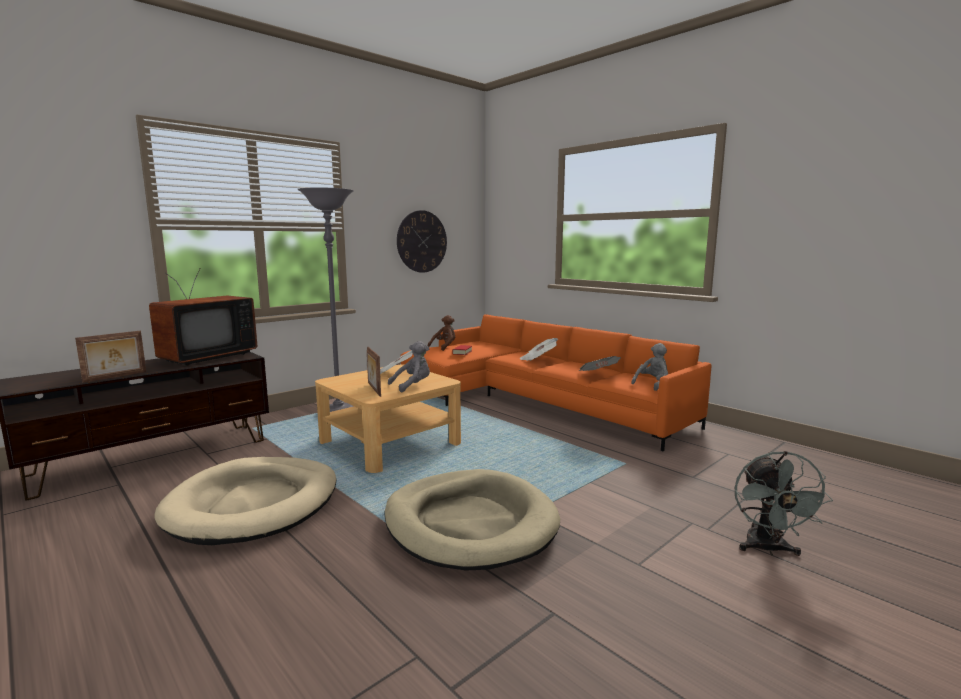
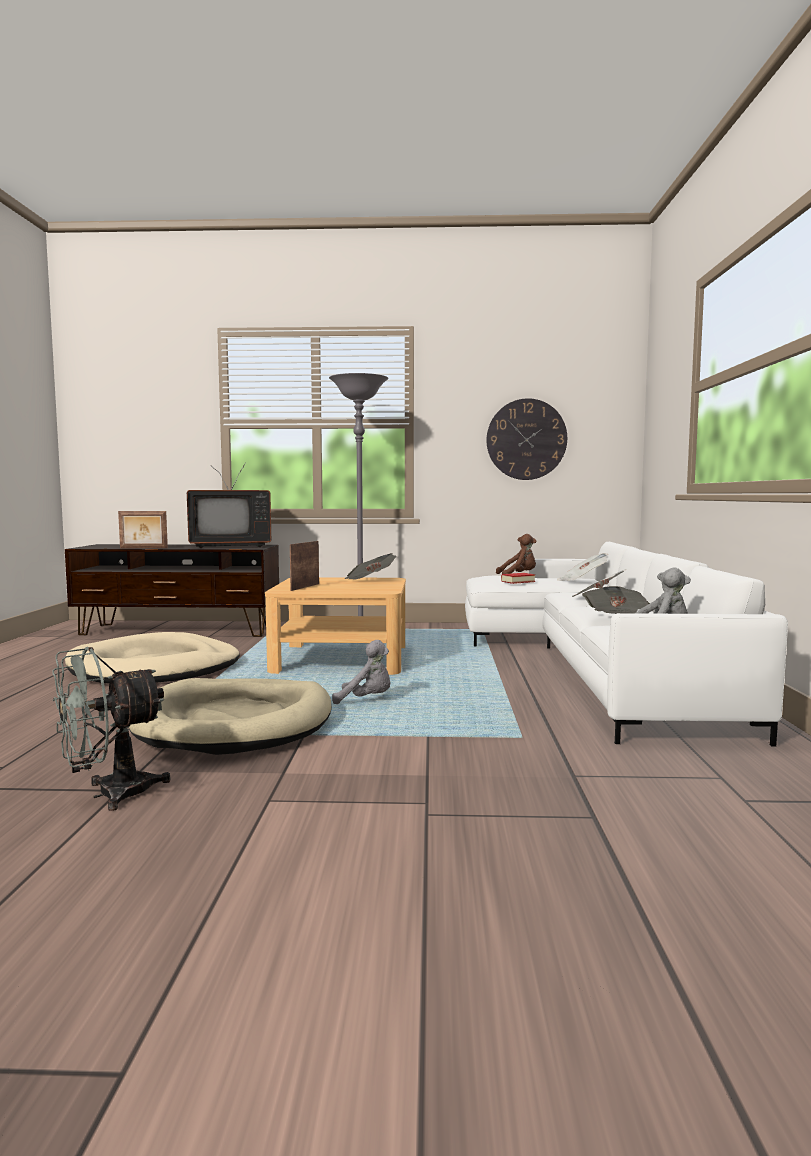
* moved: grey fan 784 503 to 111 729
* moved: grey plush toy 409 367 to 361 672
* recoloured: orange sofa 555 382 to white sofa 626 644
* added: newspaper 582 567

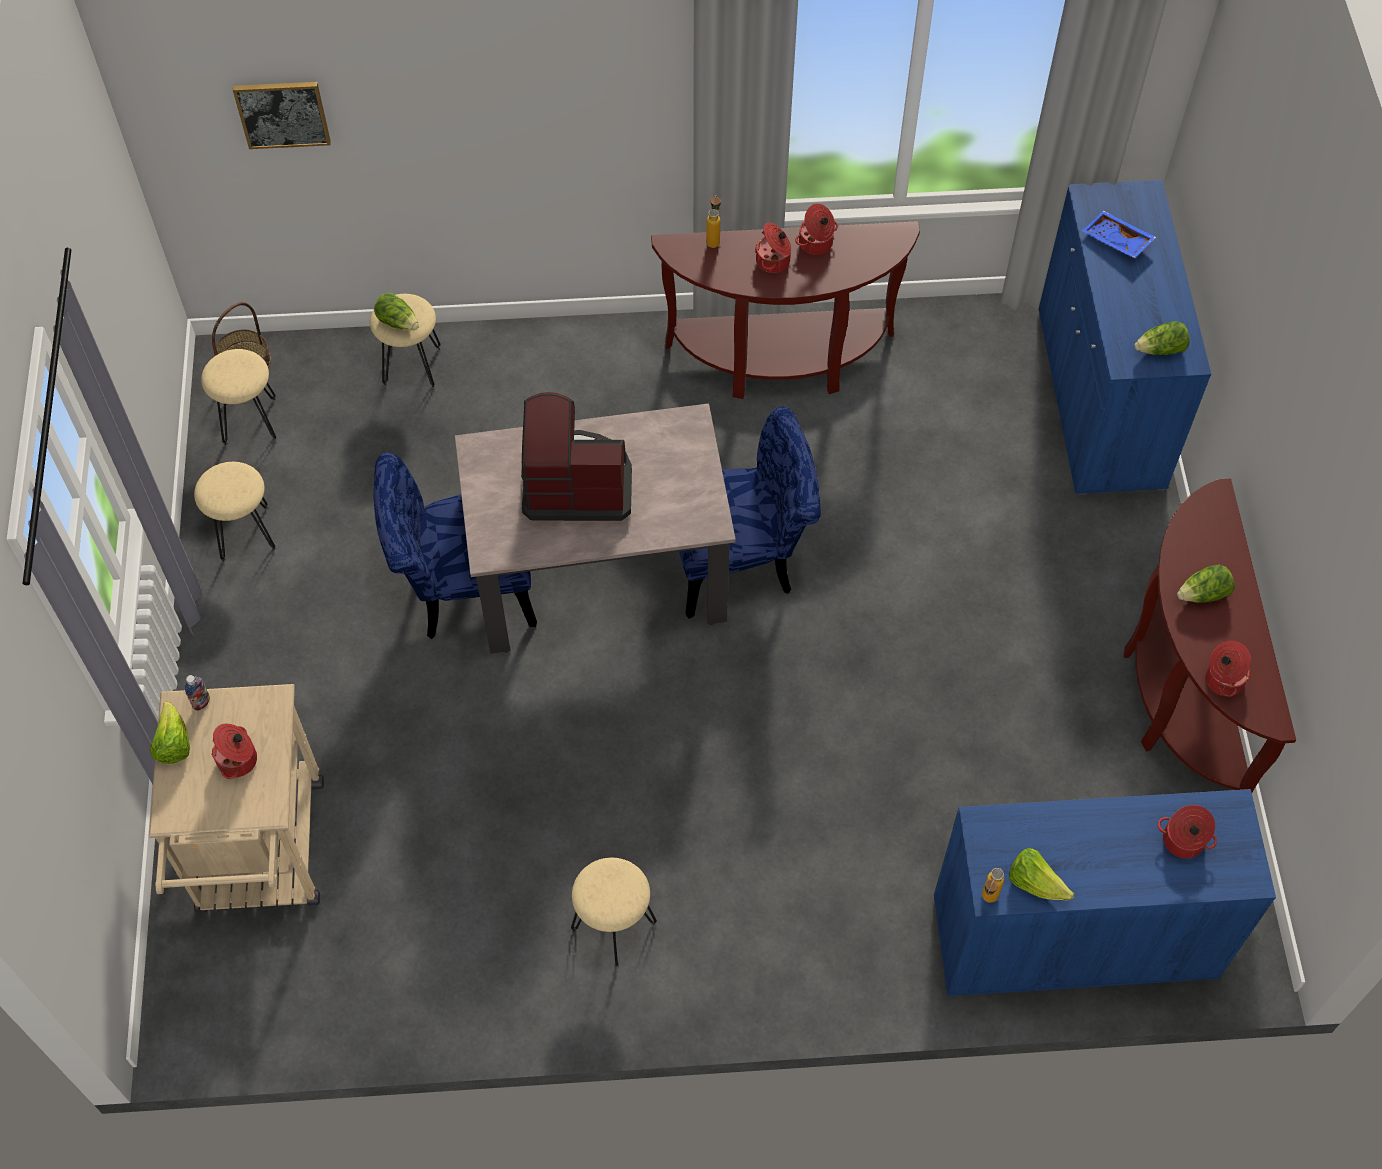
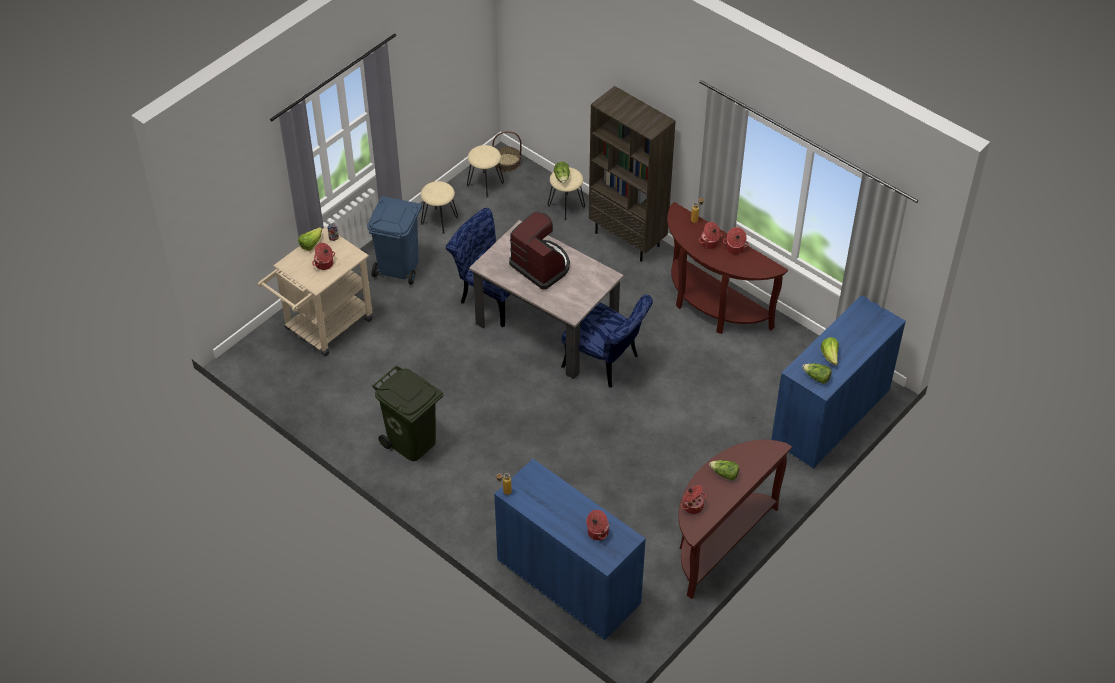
* added: blue trash can 394 240
* replaced: beige stool 614 912 to green trash can 407 413
* added: brown bookcase 632 174
* moved: lettuce 1041 874 to 830 351
* removed: picture 282 115
* removed: blue tray 1119 234

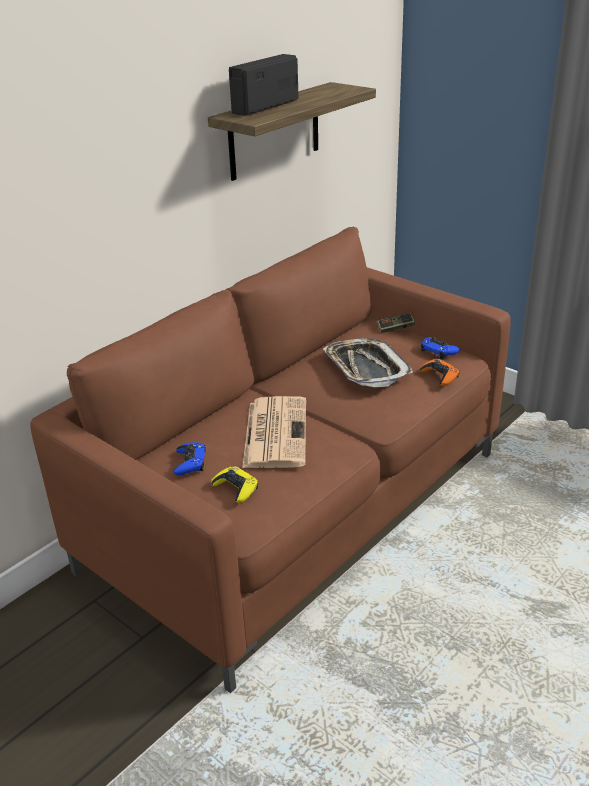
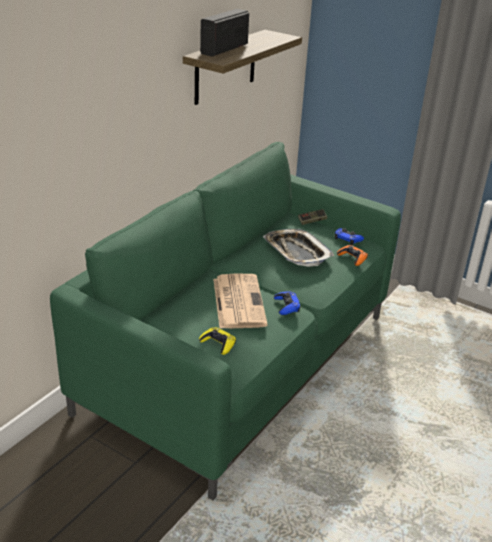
* recoloured: brown sofa 270 459 to green sofa 225 321
* moved: blue game controller 189 458 to 287 303

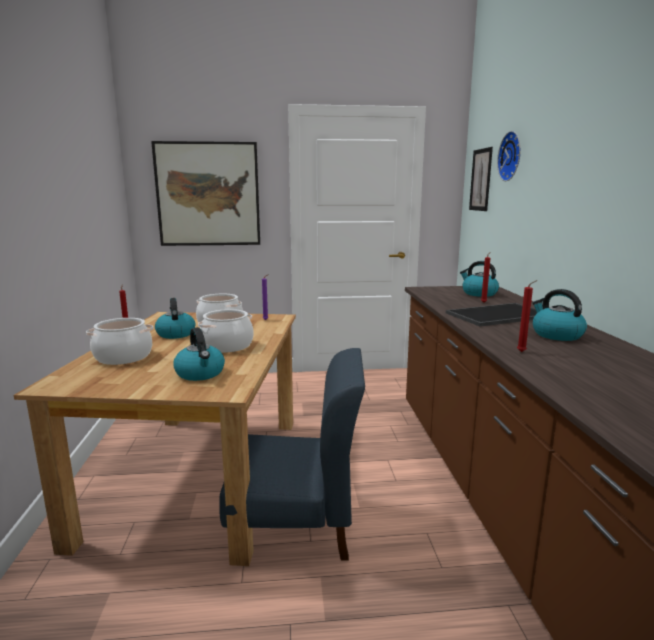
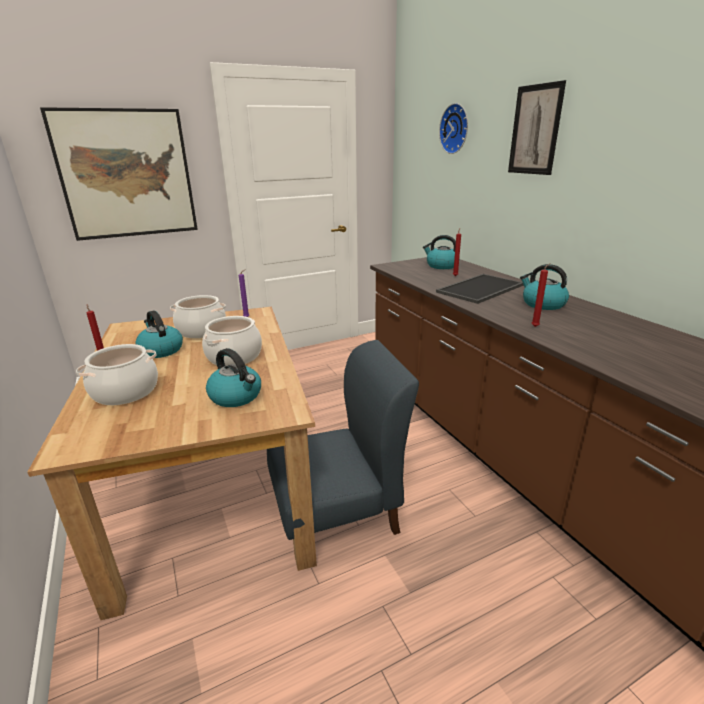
* moved: picture 481 179 to 537 127

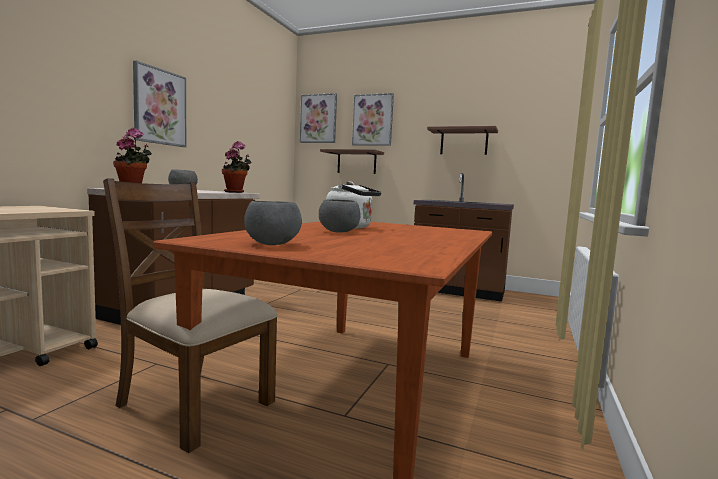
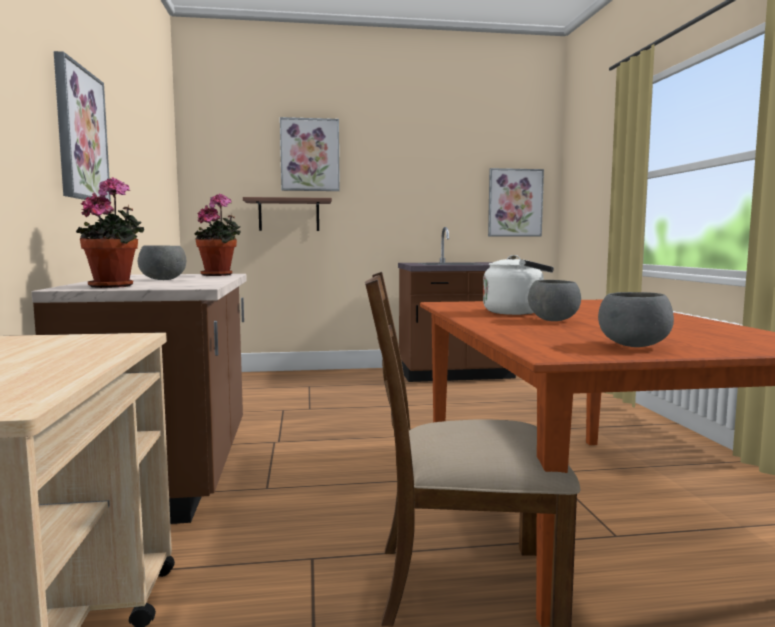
* moved: picture 318 118 to 516 202
* removed: shelf 462 140

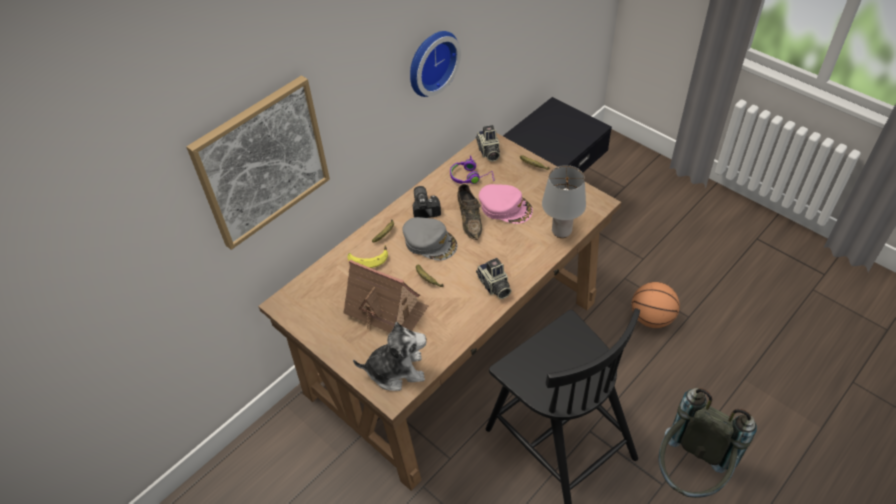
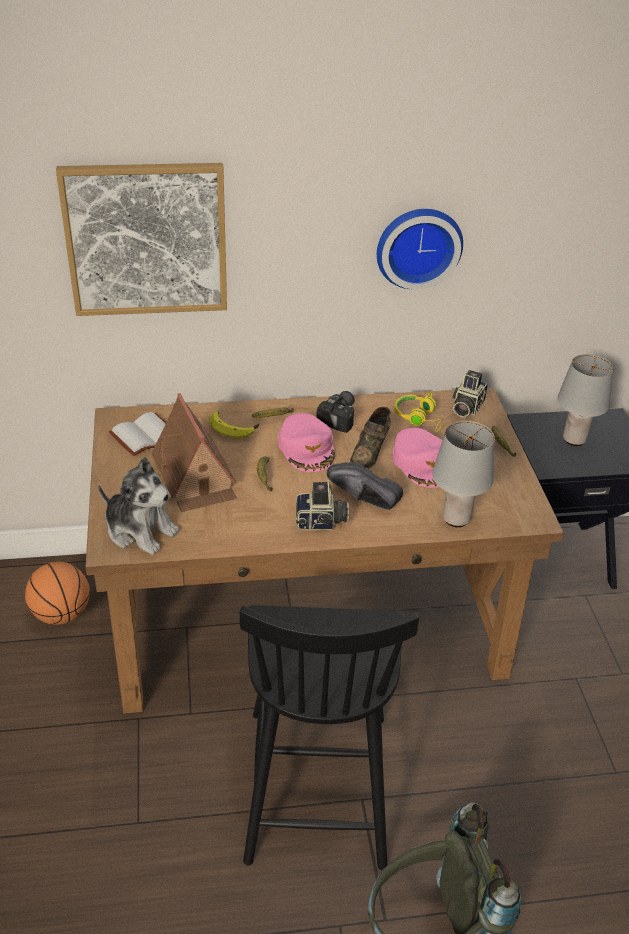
* moved: basketball 655 305 to 57 593
* added: white book 137 434
* recoloured: grey cap 429 239 to pink cap 306 442
* turned: photo camera 494 278 = 322 505 105 degrees counterclockwise
* added: black shoe 365 486
* recoloured: purple headphones 472 169 to yellow headphones 418 412
* added: grey table lamp 585 400

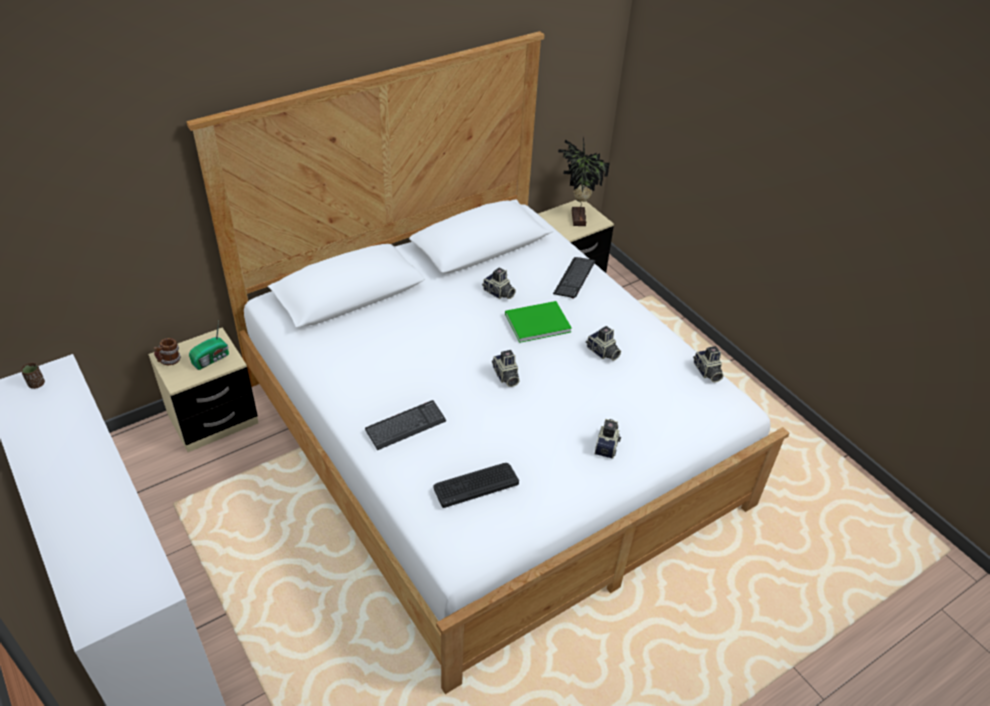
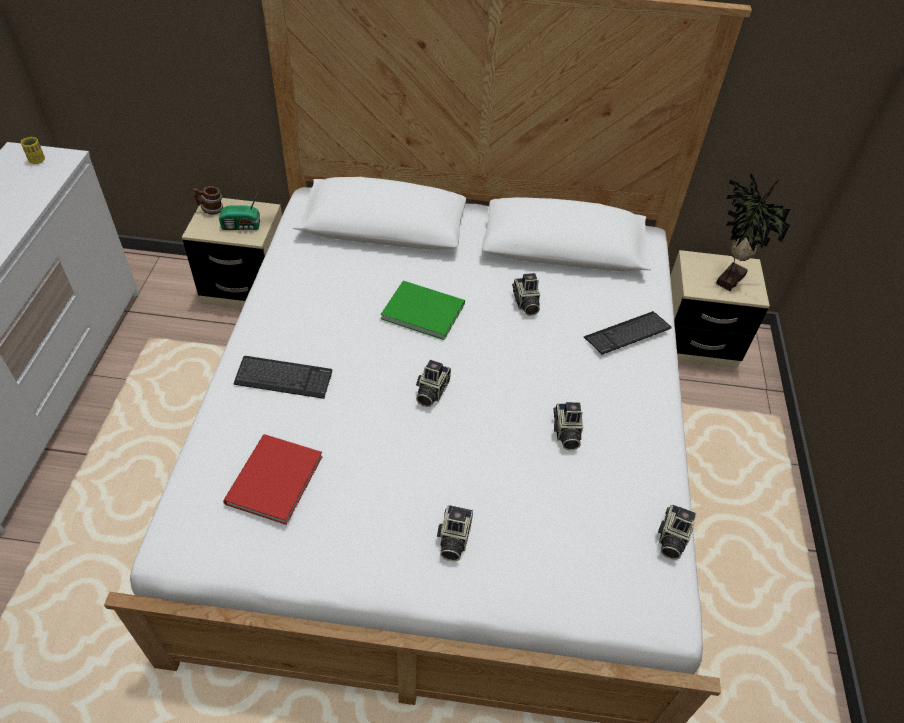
* recoloured: brown cup 33 376 to yellow cup 33 150
* replaced: keyboard 476 485 to red book 273 479
* moved: green book 538 322 to 423 310
* turned: photo camera 608 438 = 455 533 135 degrees clockwise

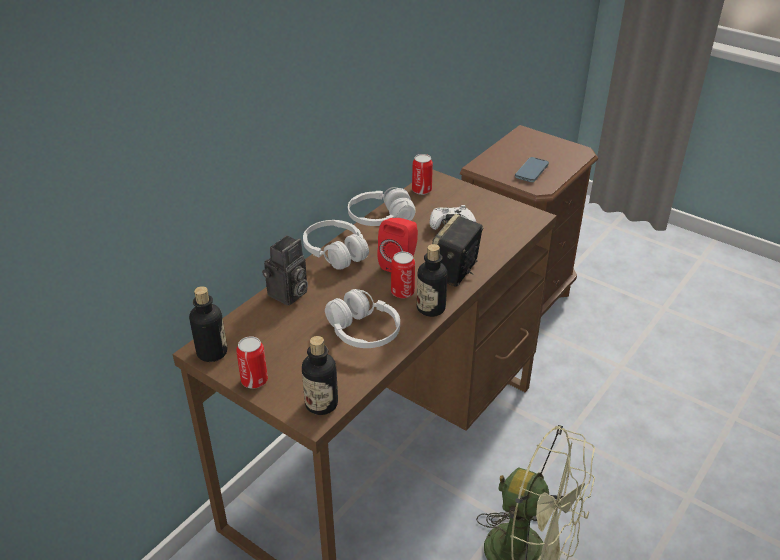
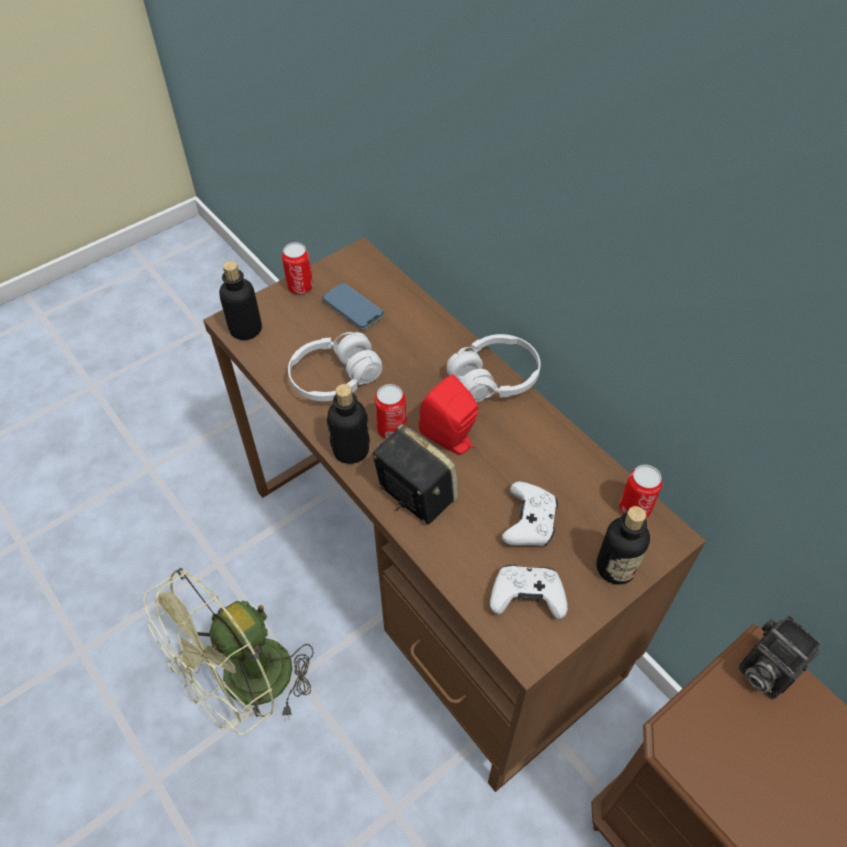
* moved: phone 532 169 to 353 306
* added: white game controller 529 592
* moved: bottle 208 324 to 623 545
* moved: photo camera 285 270 to 779 658
* removed: white headphones 382 206

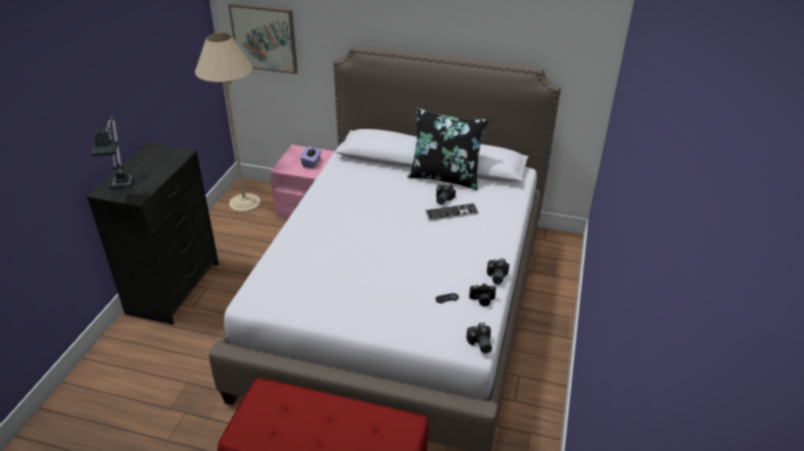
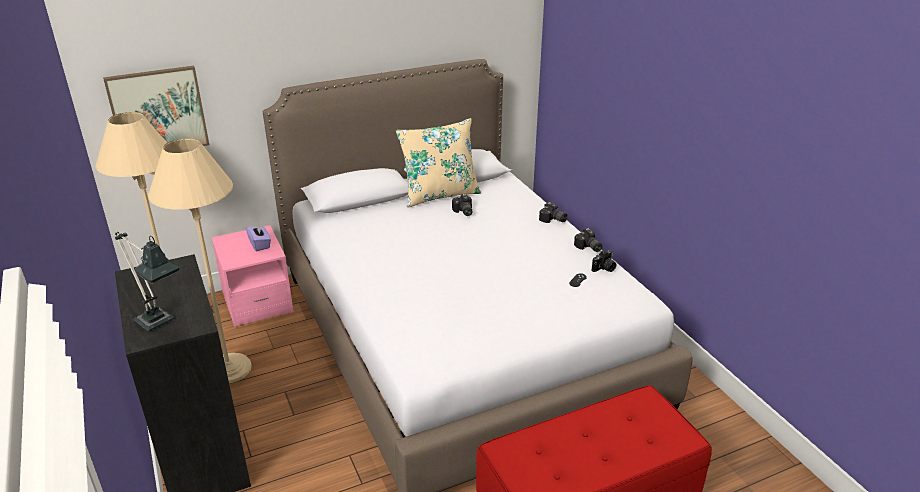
* added: beige floor lamp 200 261
* recoloured: black pillow 448 149 to beige pillow 438 162
* moved: photo camera 479 338 to 553 212
* removed: keyboard 452 212

